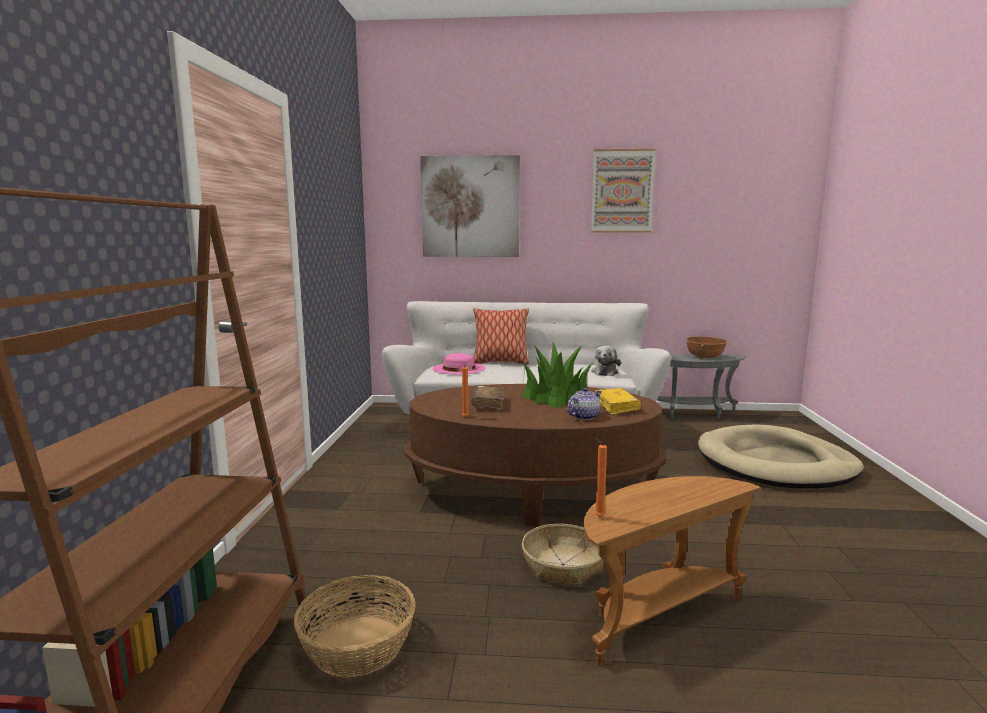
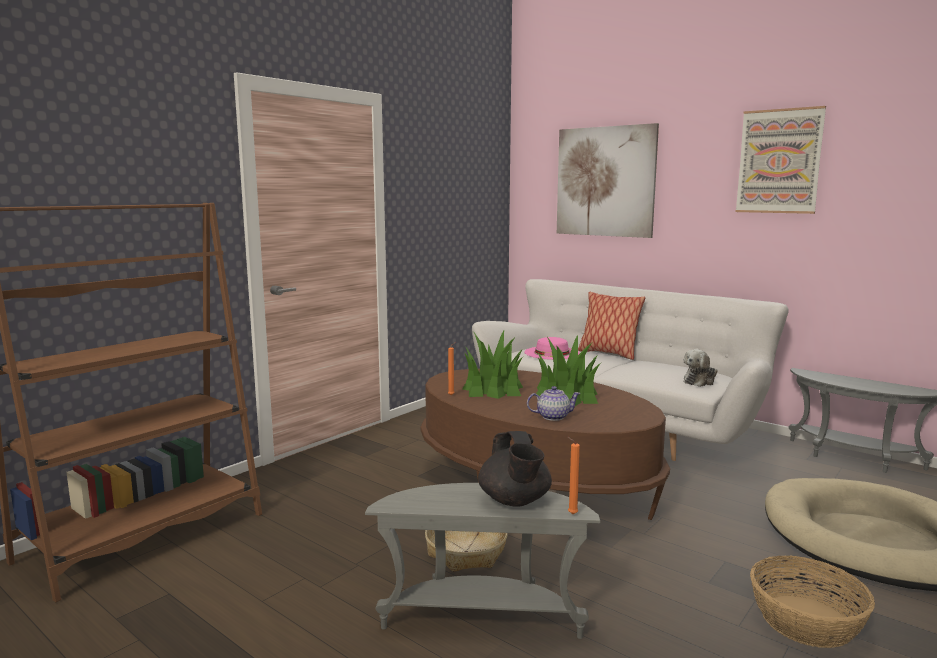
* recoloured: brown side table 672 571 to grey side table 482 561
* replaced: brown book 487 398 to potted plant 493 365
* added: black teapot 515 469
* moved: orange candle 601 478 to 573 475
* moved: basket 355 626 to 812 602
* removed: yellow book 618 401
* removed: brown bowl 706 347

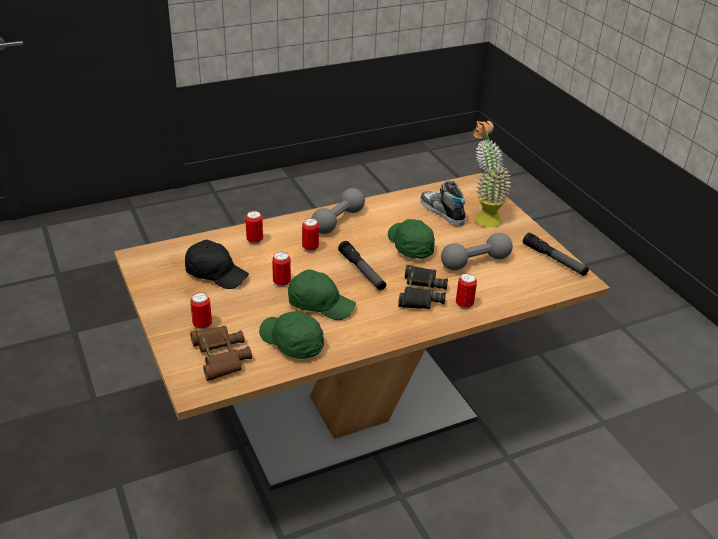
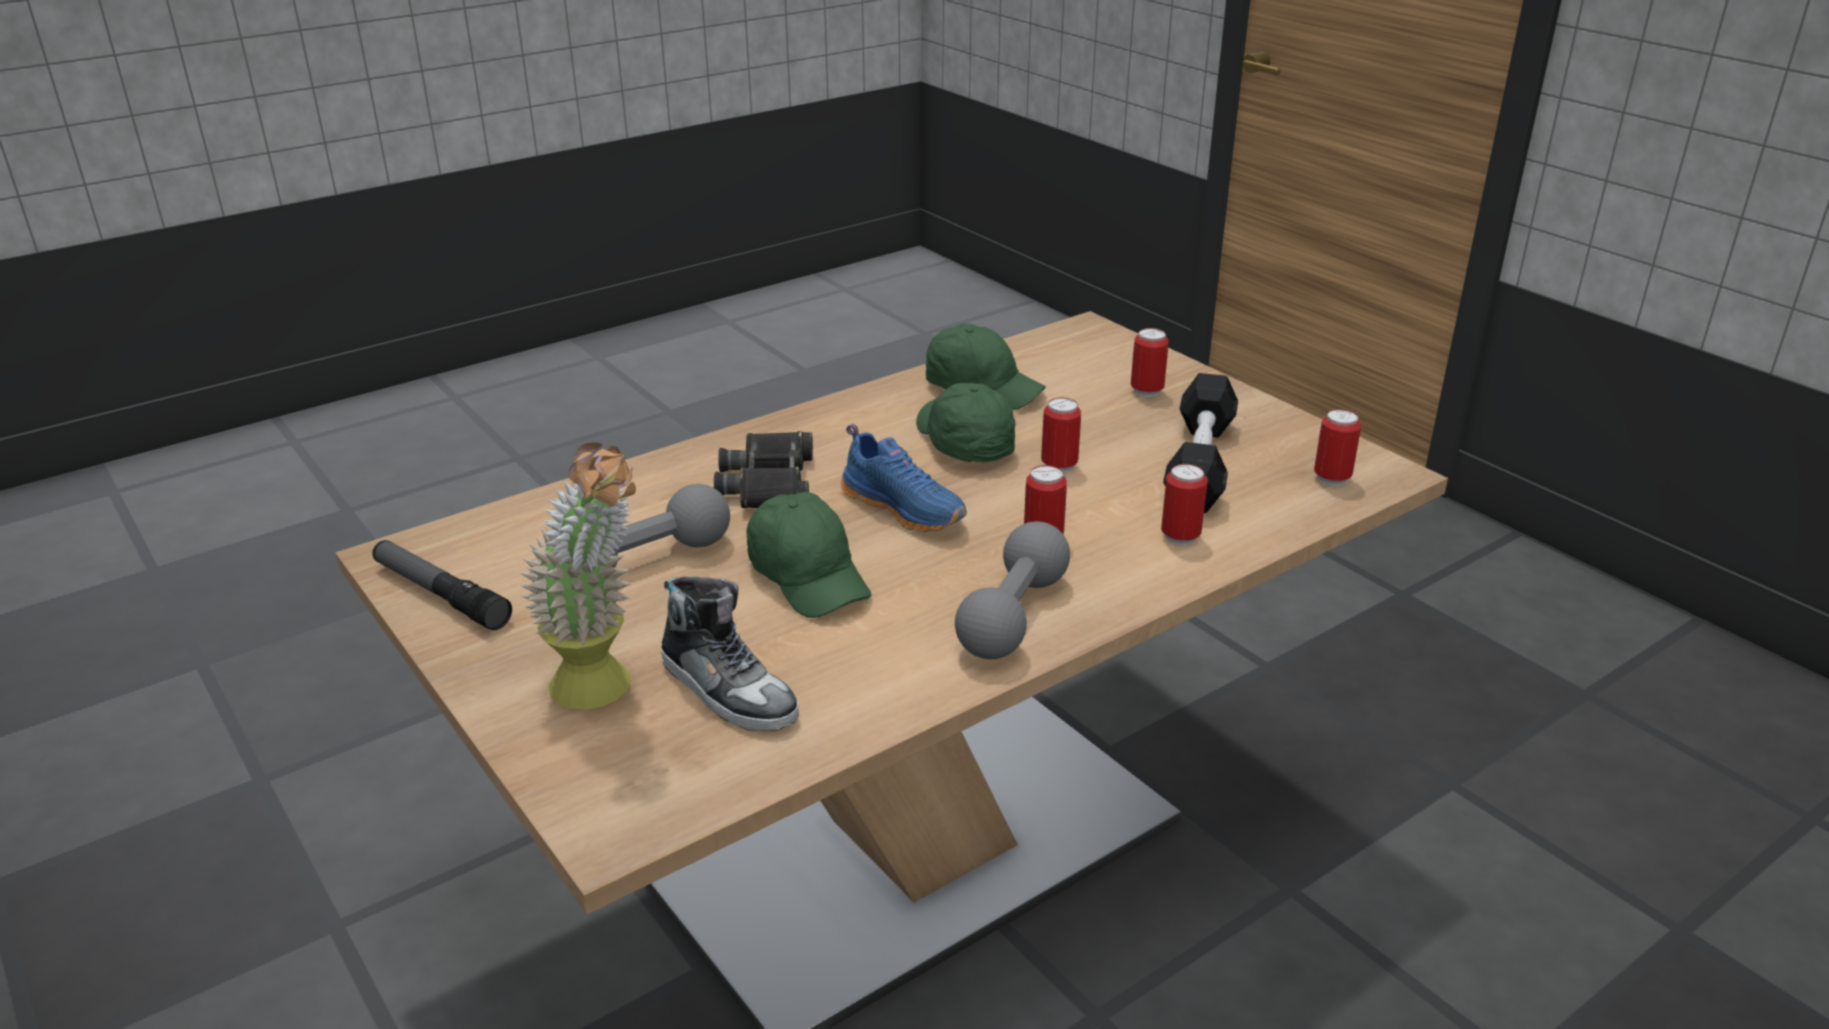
* replaced: flashlight 362 265 to blue shoe 903 478
* turned: green cap 322 295 = 966 422 60 degrees clockwise
* replaced: black cap 217 264 to black dumbbell 1200 443
* moved: can 466 291 to 1337 447
* removed: brown binoculars 221 353

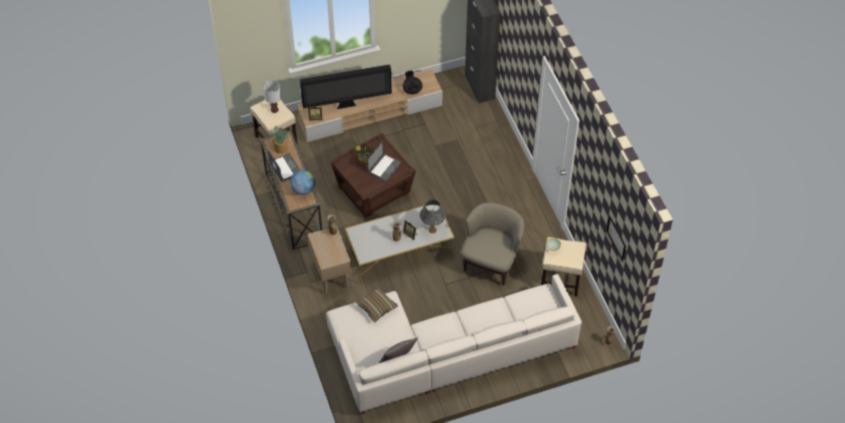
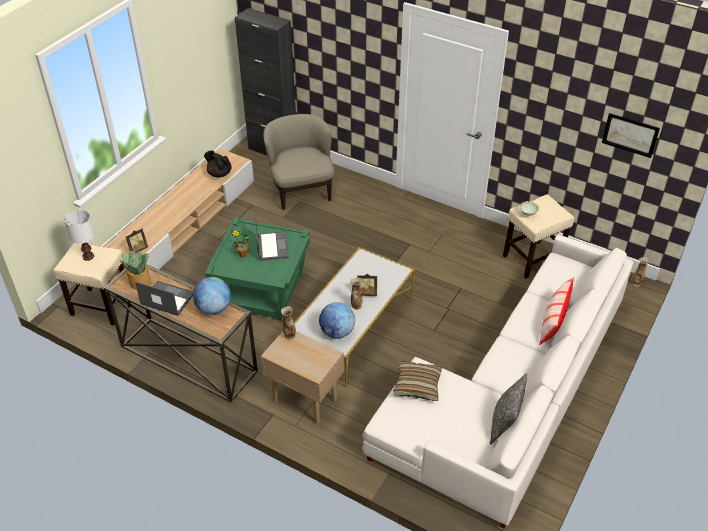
* recoloured: brown side table 373 175 to green side table 257 269
* moved: beige armchair 493 244 to 299 162
* added: globe 337 320
* added: pillow 556 311
* removed: television 346 86
* removed: grey table lamp 433 216

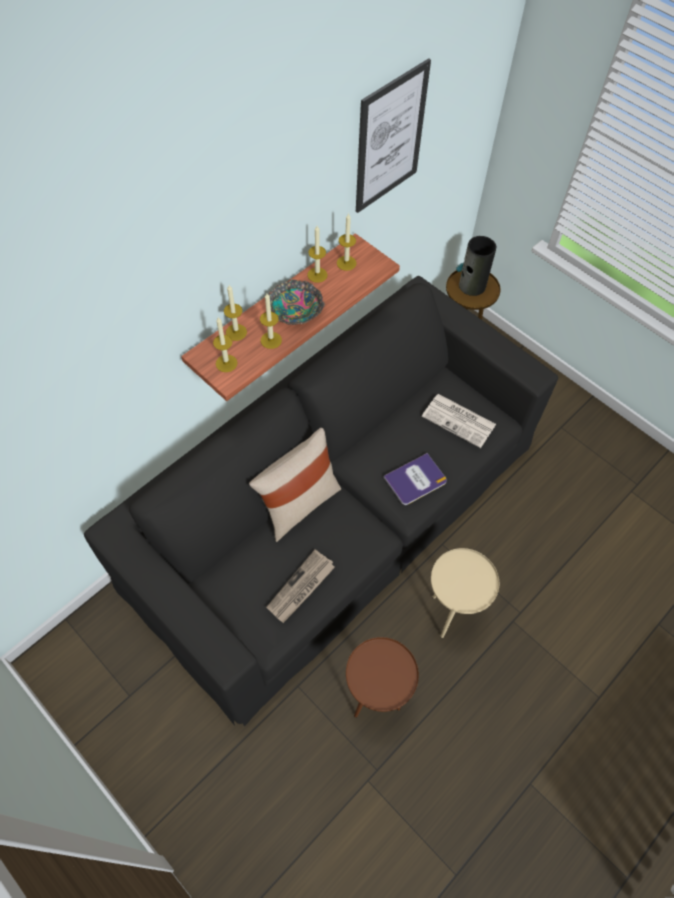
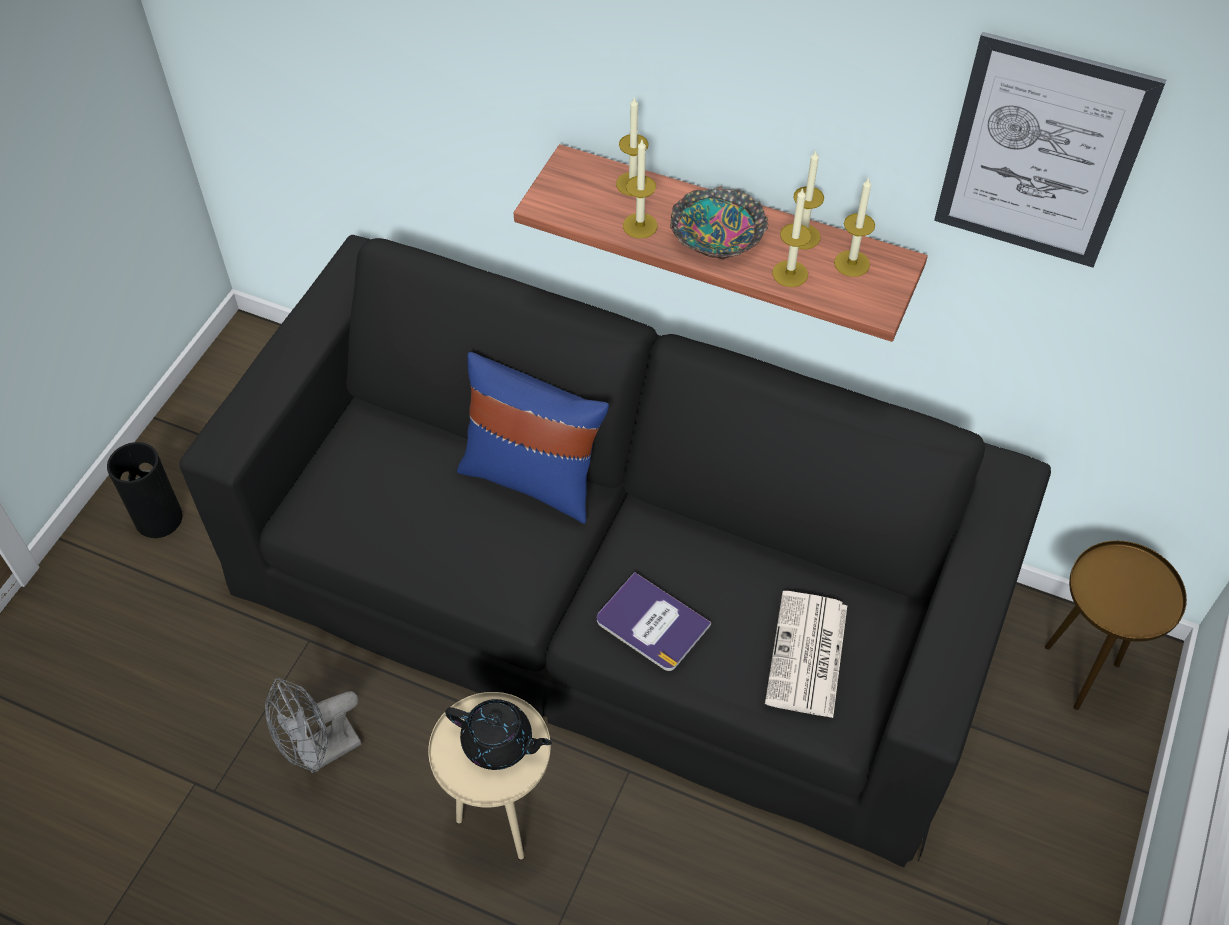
* moved: vase 476 266 to 145 490
* replaced: brown side table 382 677 to grey fan 313 725
* added: black teapot 498 734
* recoloured: beige pillow 295 485 to blue pillow 533 438
* moved: candle 225 344 to 792 237
* removed: newspaper 300 586

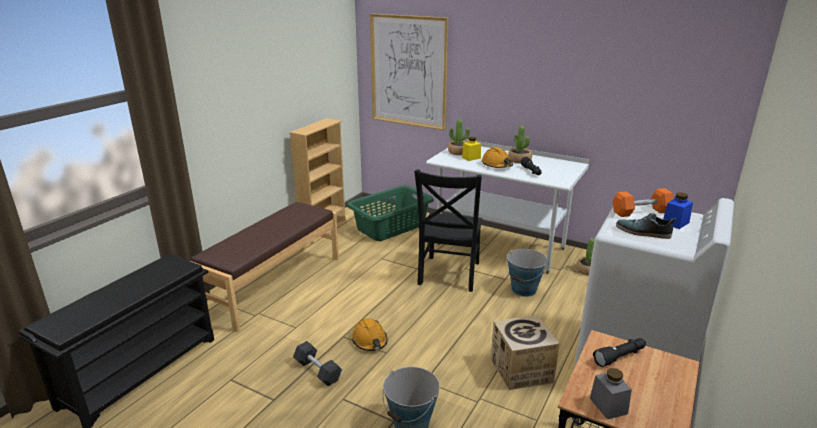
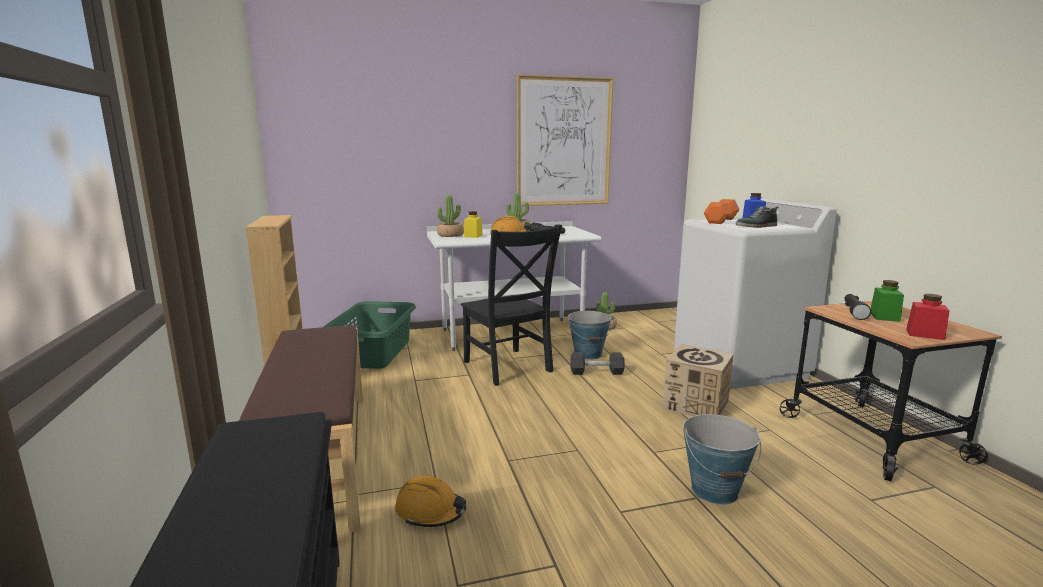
* moved: orange hard hat 370 334 to 430 501
* moved: picture 409 71 to 565 140
* moved: black dumbbell 317 363 to 597 363
* added: green jar 887 301
* recoloured: grey jar 611 394 to red jar 928 317

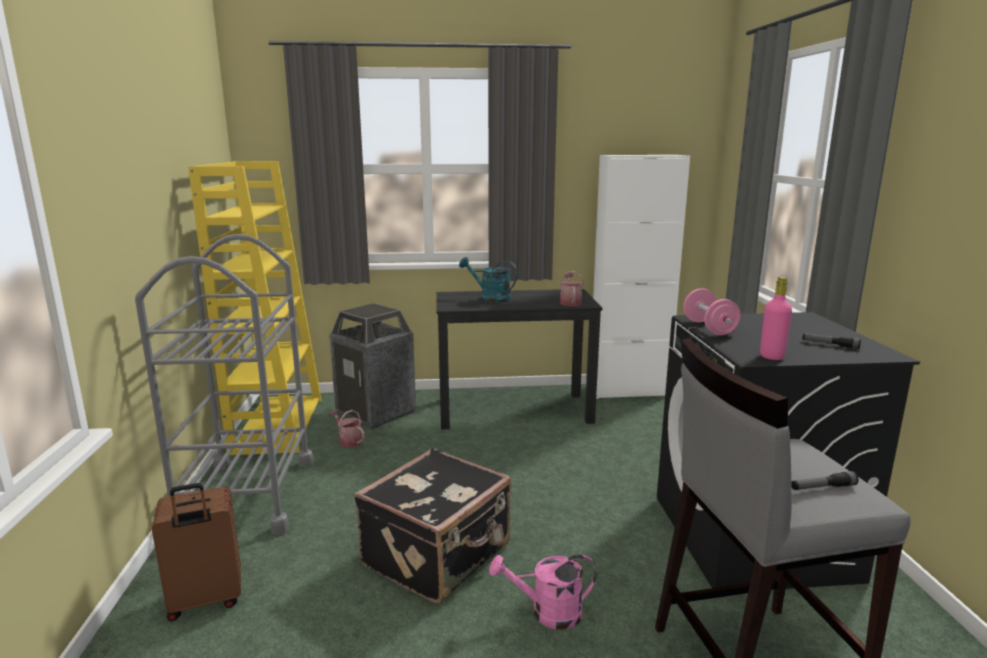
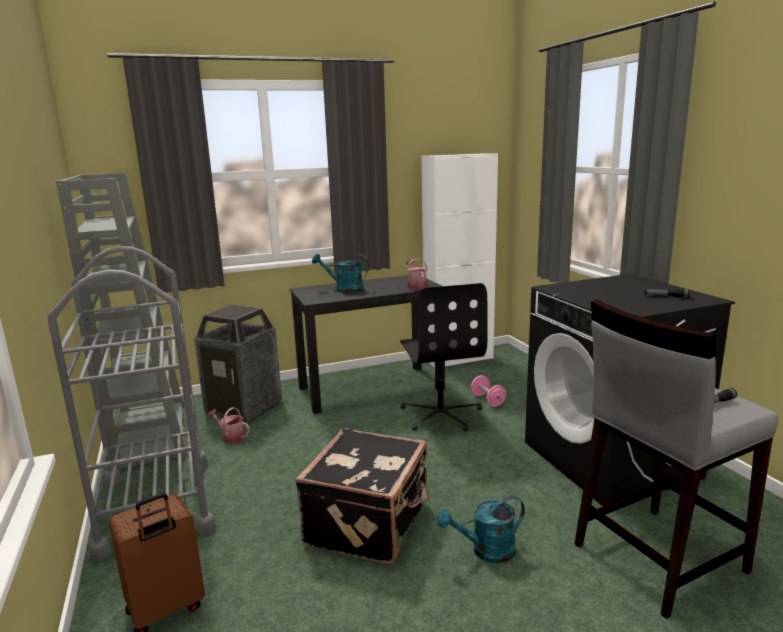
* recoloured: yellow bookcase 255 308 to grey bookcase 121 321
* added: black office chair 443 357
* recoloured: pink watering can 543 592 to turquoise watering can 481 529
* moved: pink dumbbell 712 311 to 488 391
* removed: pink bottle 776 318

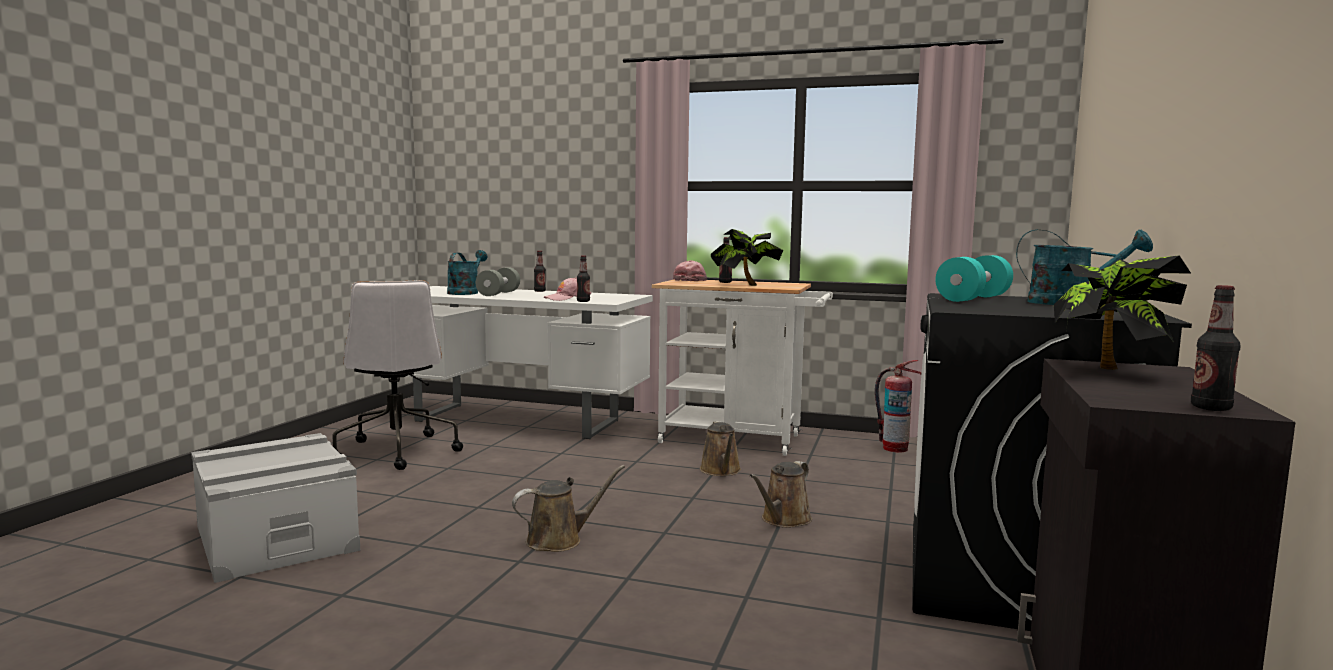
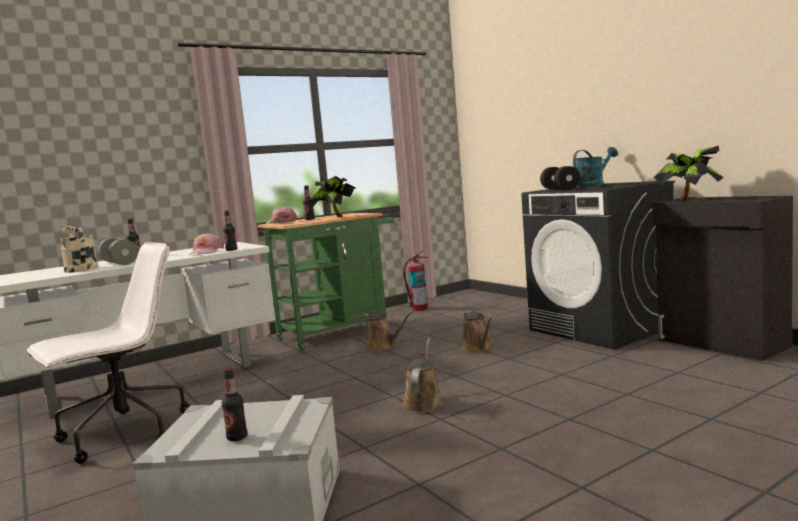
* turned: white office chair 398 375 = 108 353 60 degrees counterclockwise
* recoloured: turquoise watering can 467 272 to beige watering can 79 249
* moved: bottle 1216 348 to 235 404
* recoloured: white cart 742 368 to green cart 326 282
* recoloured: turquoise dumbbell 974 278 to black dumbbell 560 178

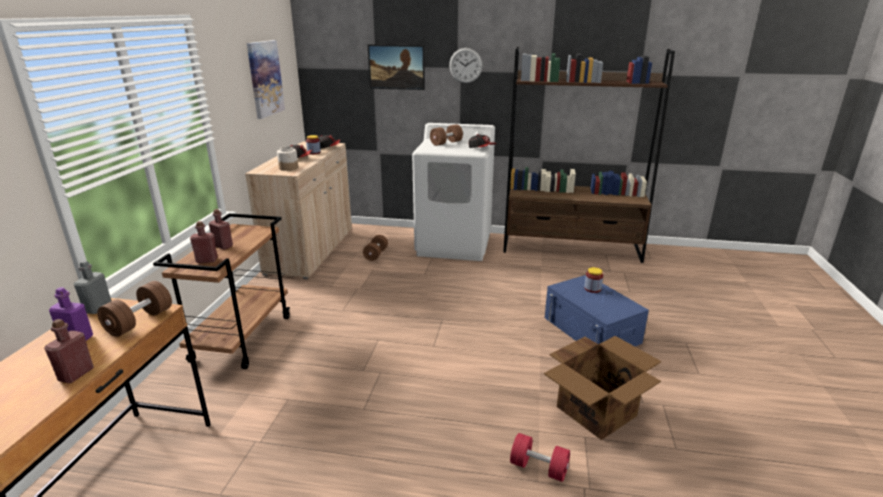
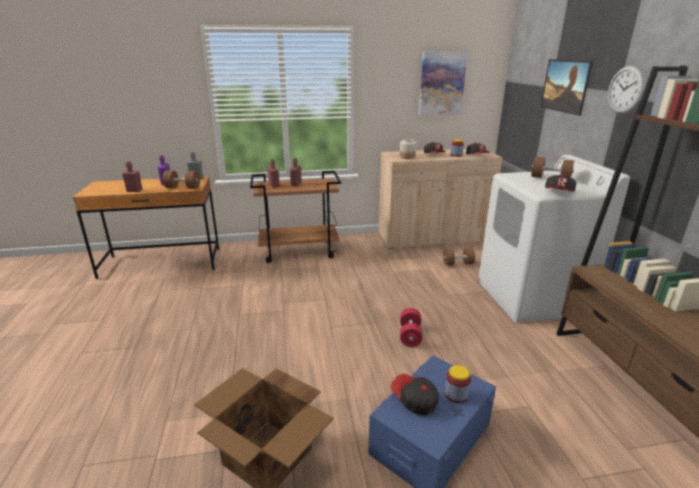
* added: cap 414 395
* moved: red dumbbell 540 457 to 411 327

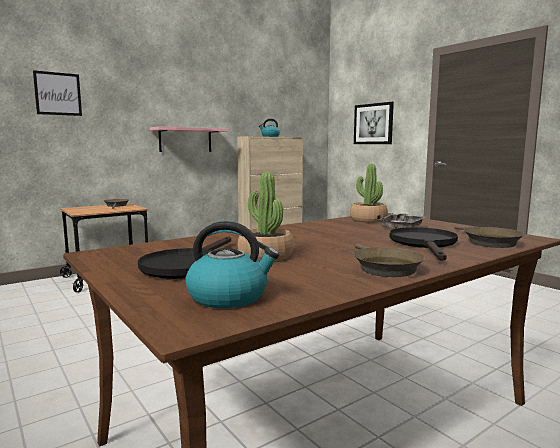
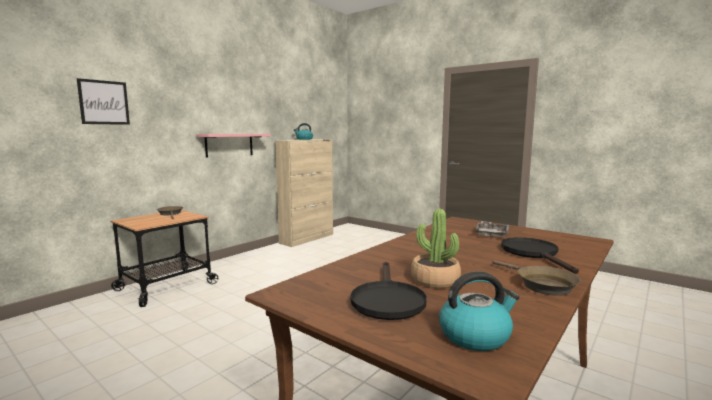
* removed: potted plant 369 193
* removed: picture 374 123
* removed: brown frying pan 489 237

